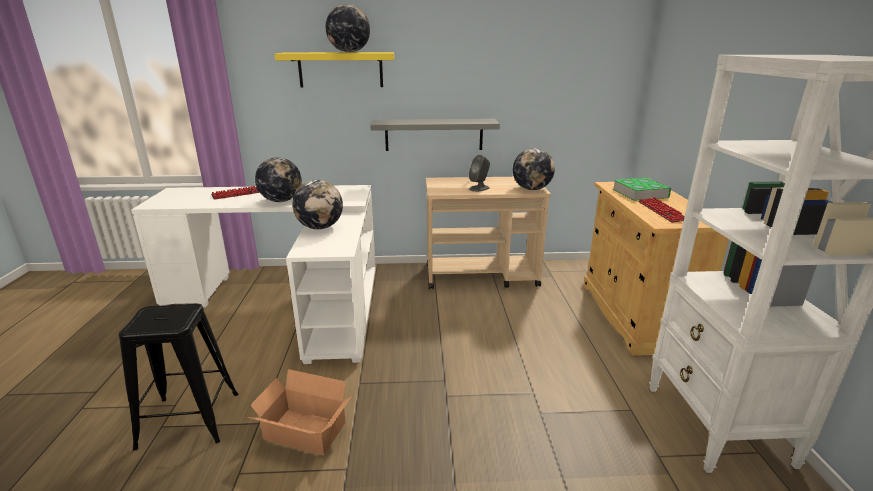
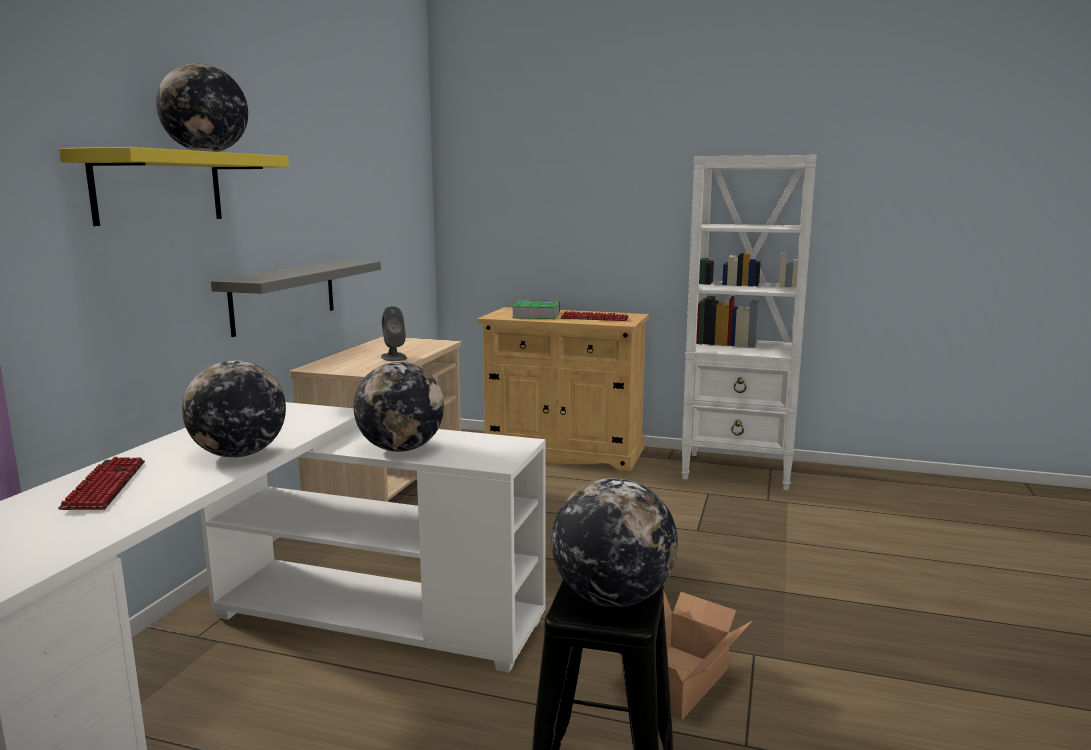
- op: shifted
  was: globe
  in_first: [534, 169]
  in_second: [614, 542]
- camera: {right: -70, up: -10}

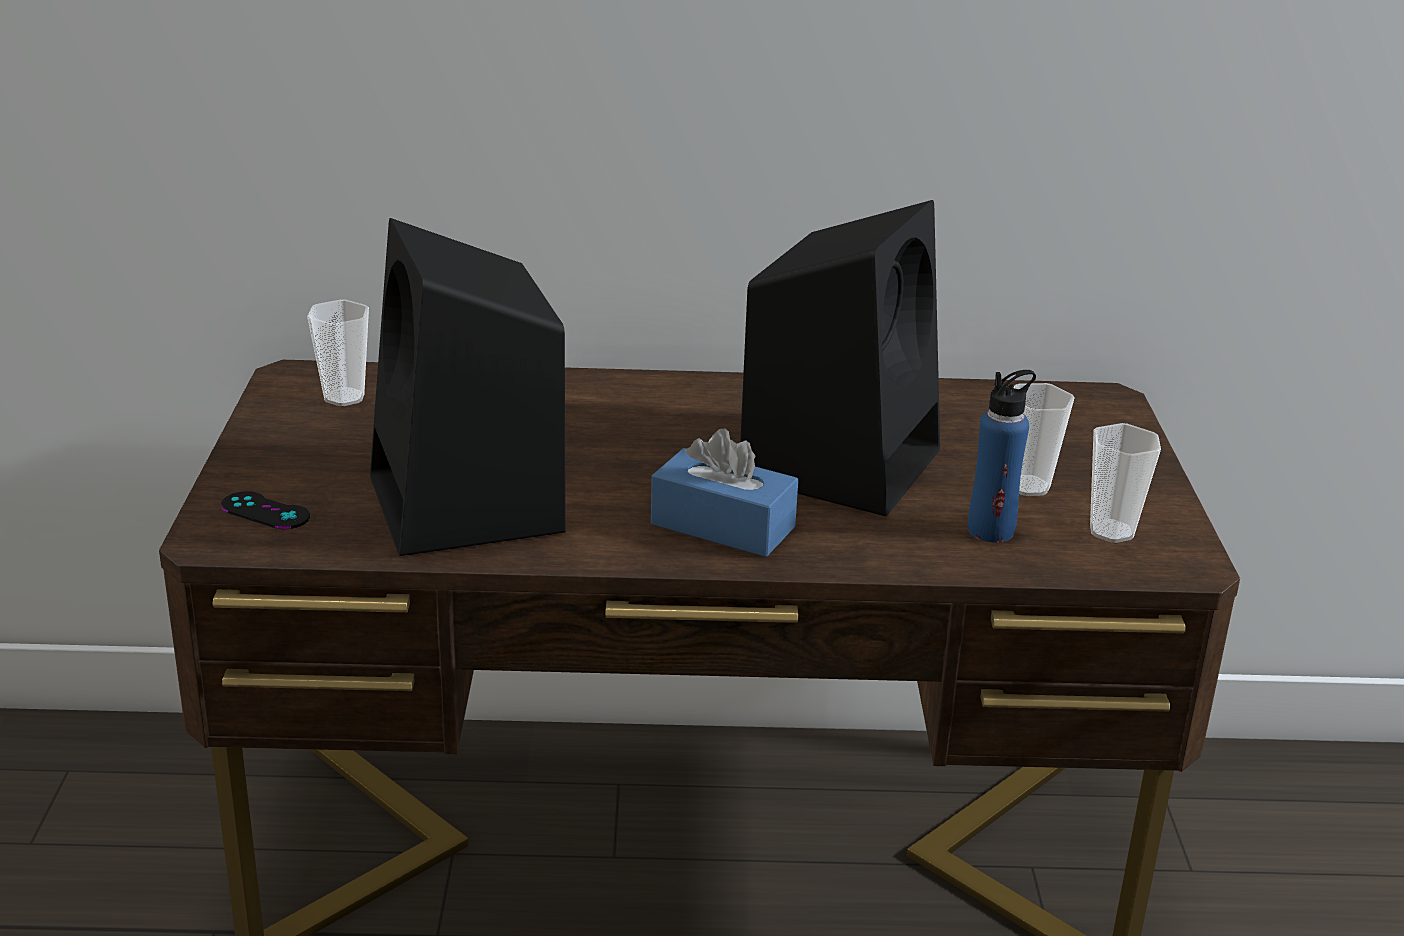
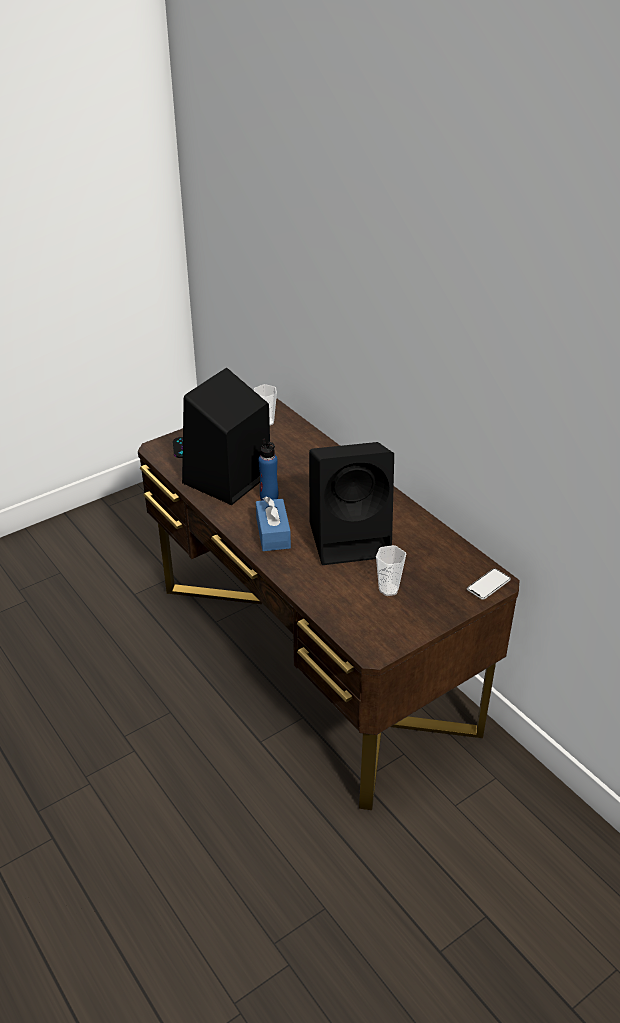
- op: shifted
  was: bottle in blue
  in_first: [1002, 456]
  in_second: [268, 470]
- op: gone
  was: cup
  in_first: [1125, 483]
- op: new
  now: phone
  in_second: [489, 584]
- camera: {right: 55, up: 10}

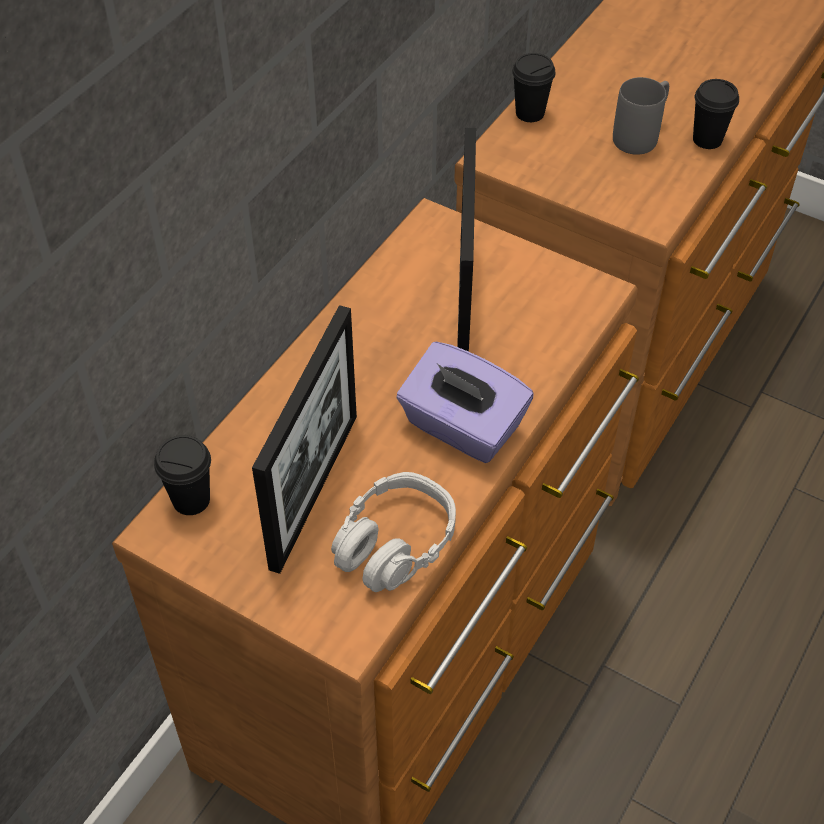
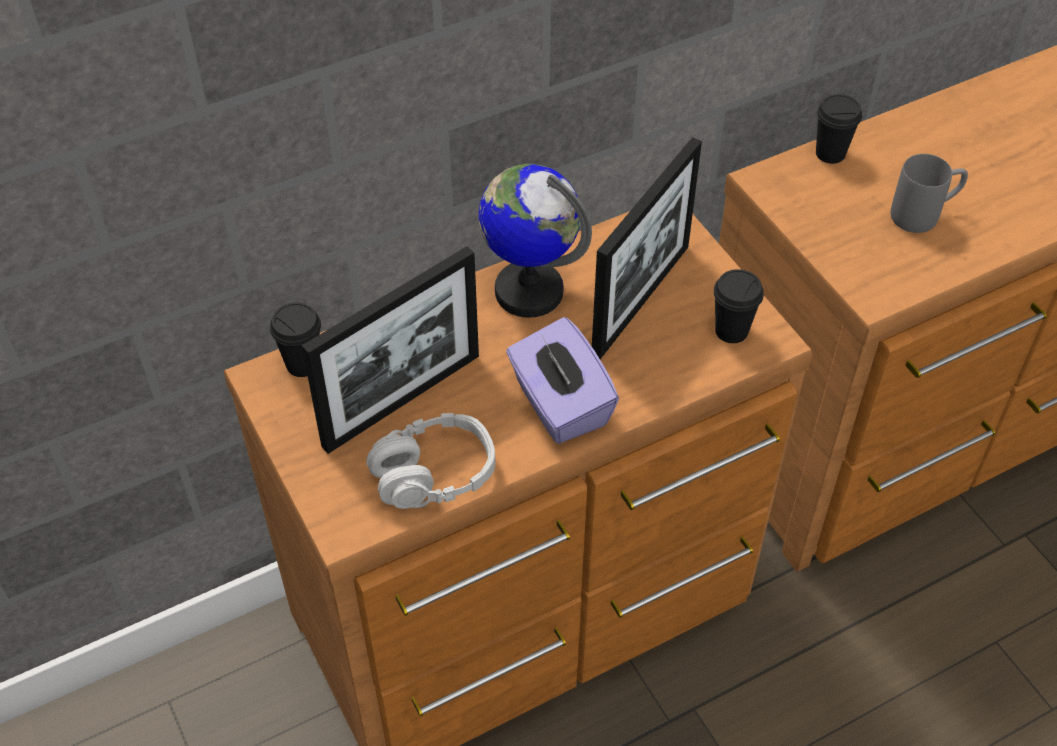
- op: shifted
  was: cup in black
  in_first: [716, 114]
  in_second: [738, 306]
- op: new
  now: globe
  in_second: [535, 241]
- camera: {right: 30, up: 0}

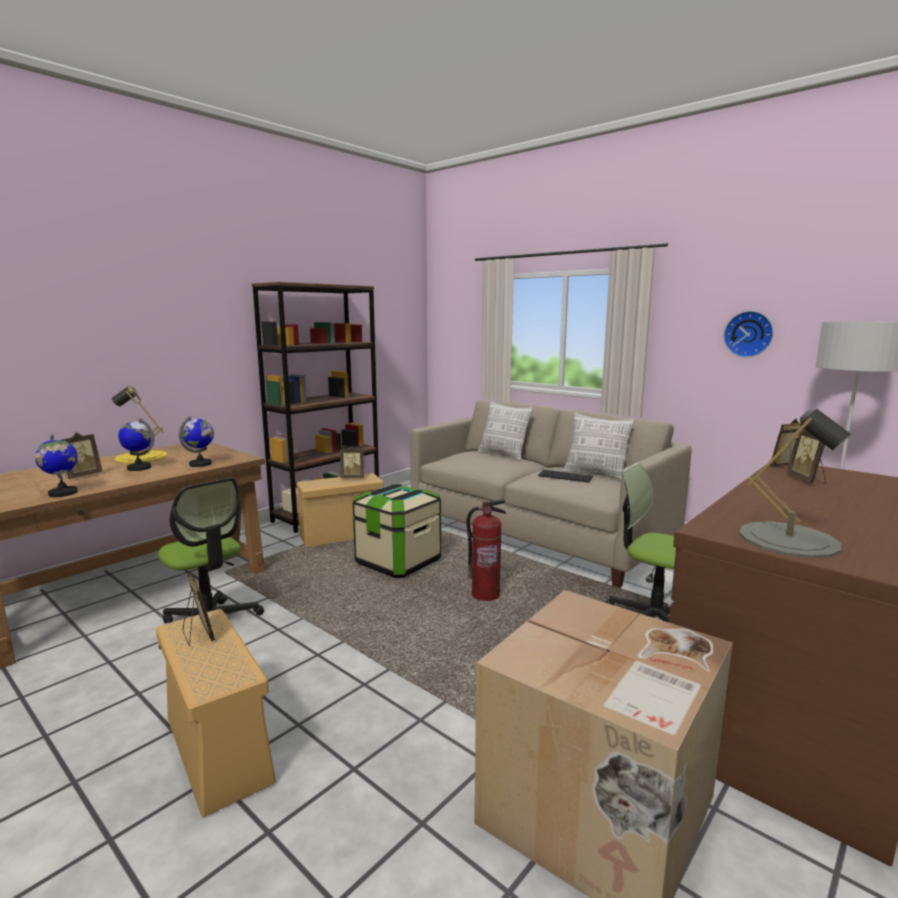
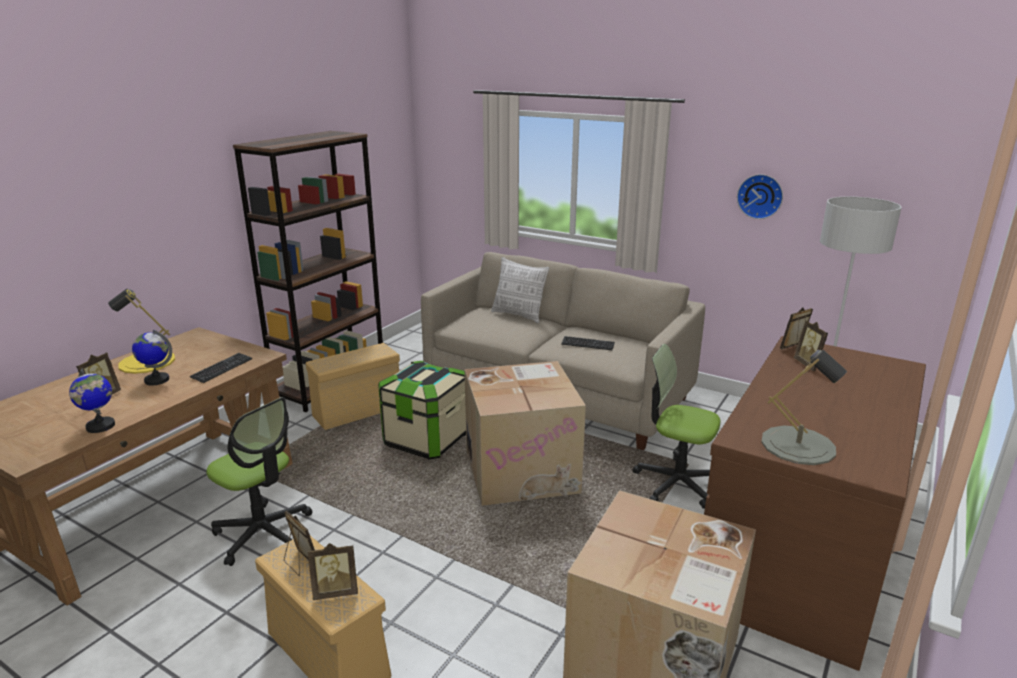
- op: gone
  was: pillow
  in_first: [598, 446]
- op: swapped
  was: globe
  now: keyboard
  in_first: [196, 441]
  in_second: [221, 368]
- op: shifted
  was: picture frame
  in_first: [352, 462]
  in_second: [333, 571]
- op: swapped
  was: fire extinguisher
  now: cardboard box
  in_first: [486, 550]
  in_second: [525, 433]
- camera: {right: -10, up: 10}

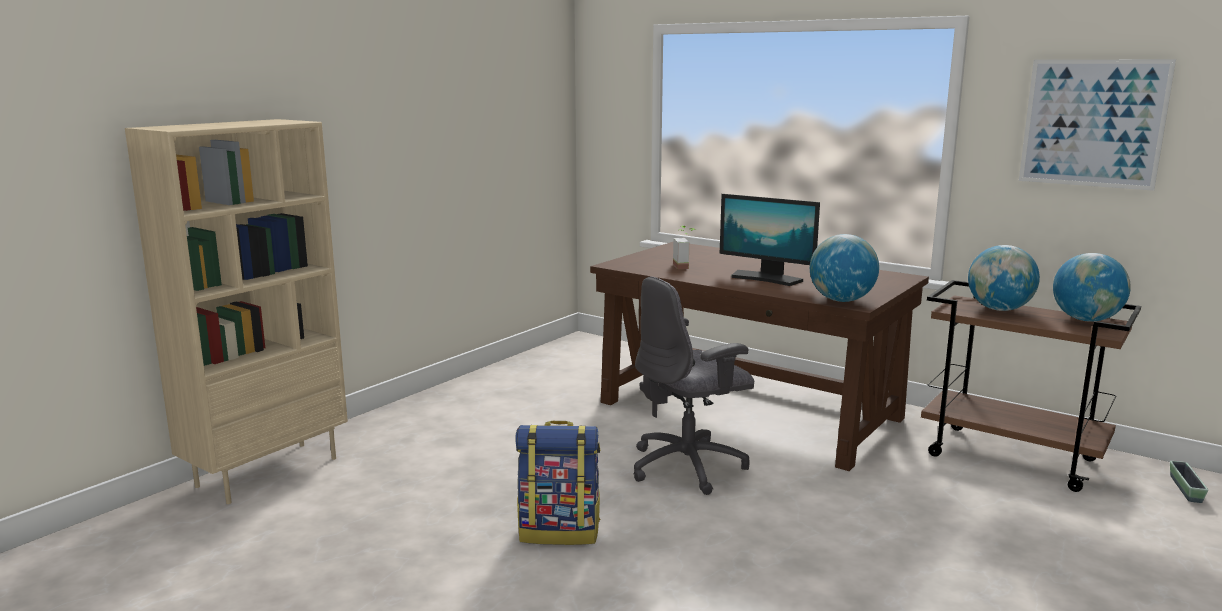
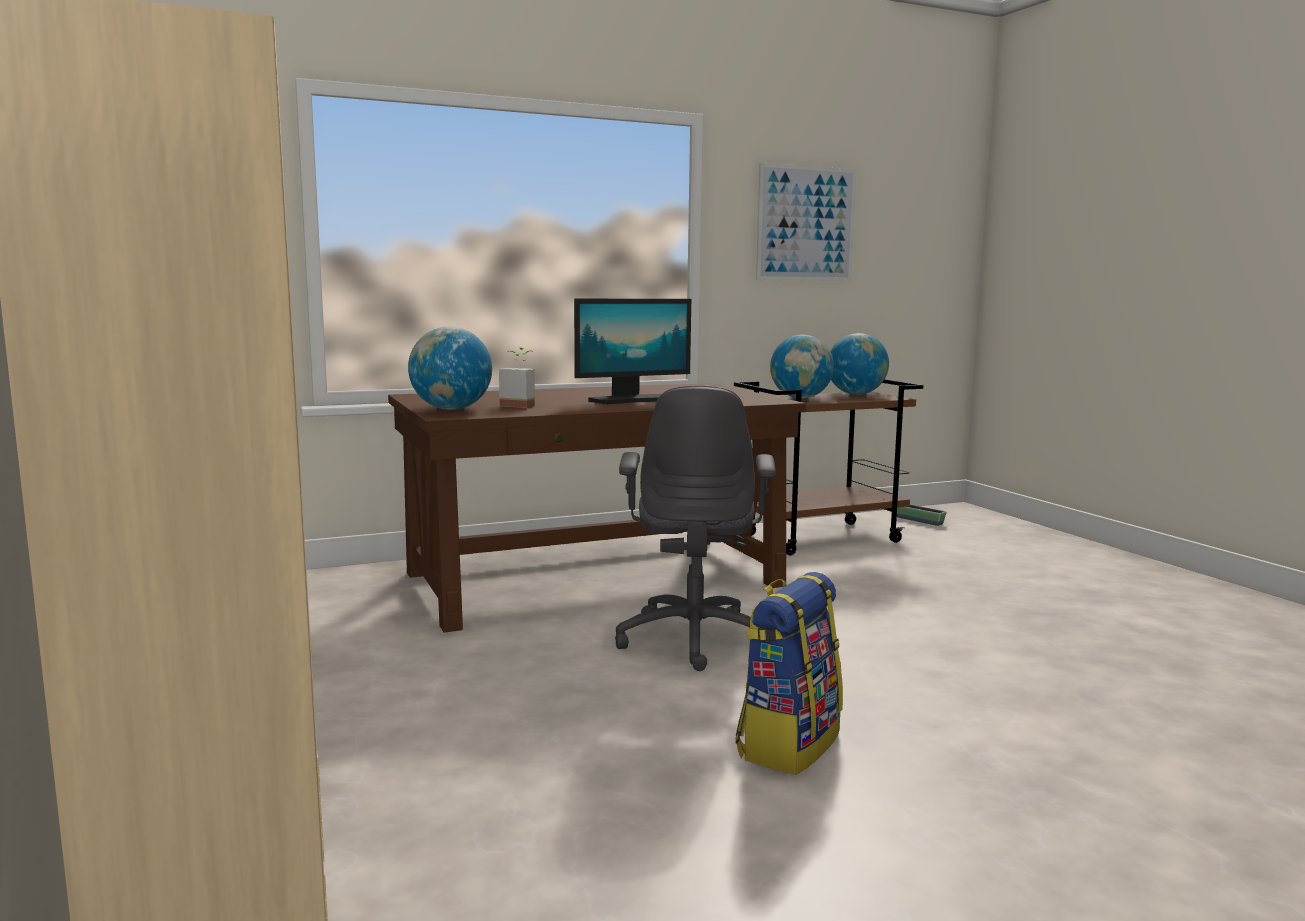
- op: shifted
  was: globe
  in_first: [844, 268]
  in_second: [450, 368]
- camera: {right: -60, up: -5}

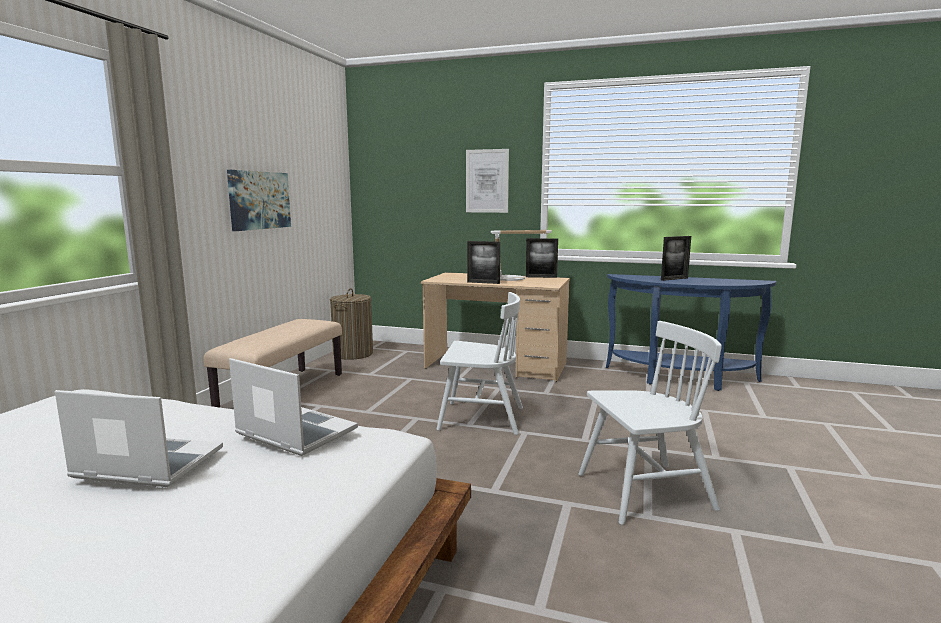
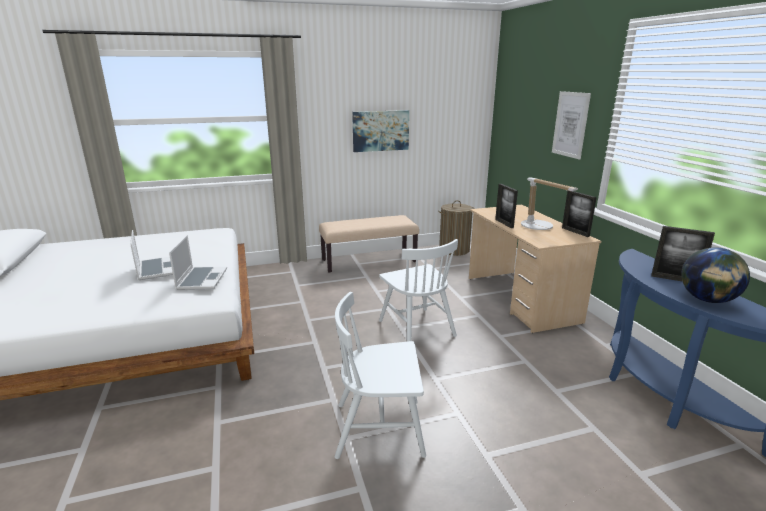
- op: rotated
  was: chair in white
  in_first: [650, 423]
  in_second: [380, 375]
  clockwise: 135
- op: new
  now: globe
  in_second: [715, 275]
- camera: {right: 55, up: 10}

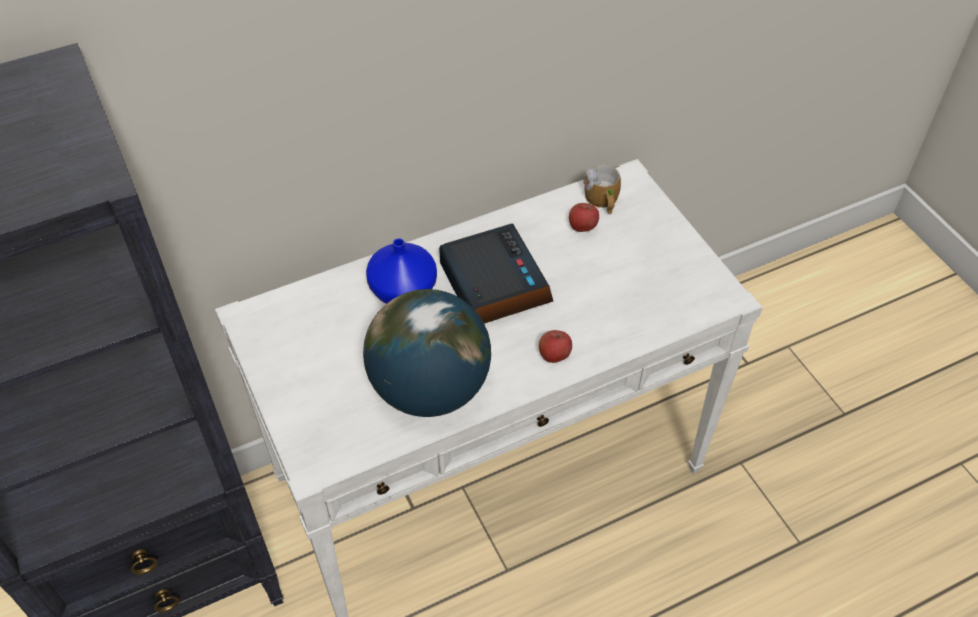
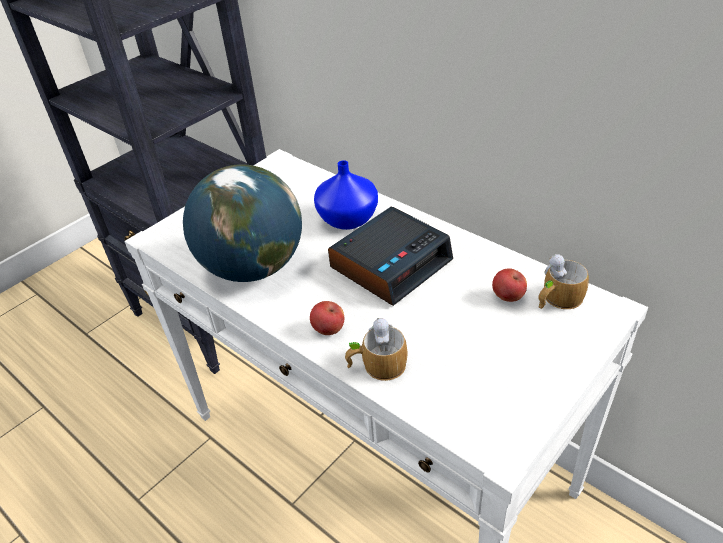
- op: new
  now: mug
  in_second: [376, 349]
- camera: {right: 70, up: -10}

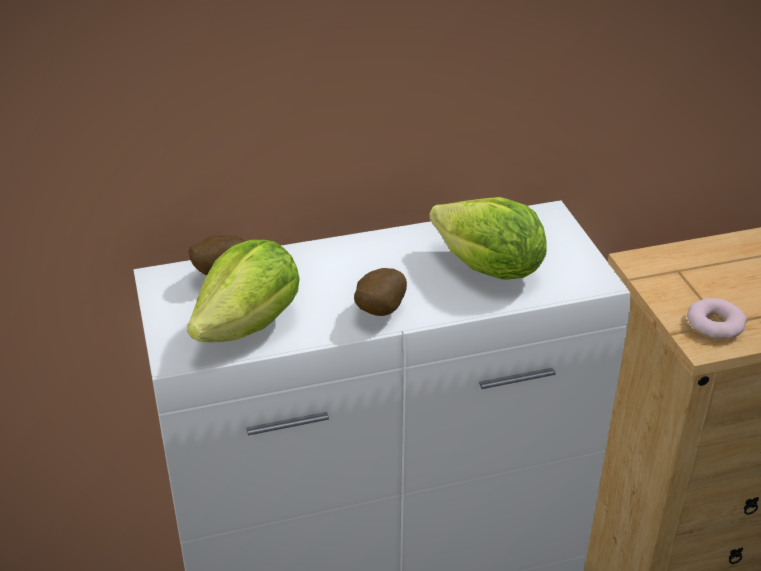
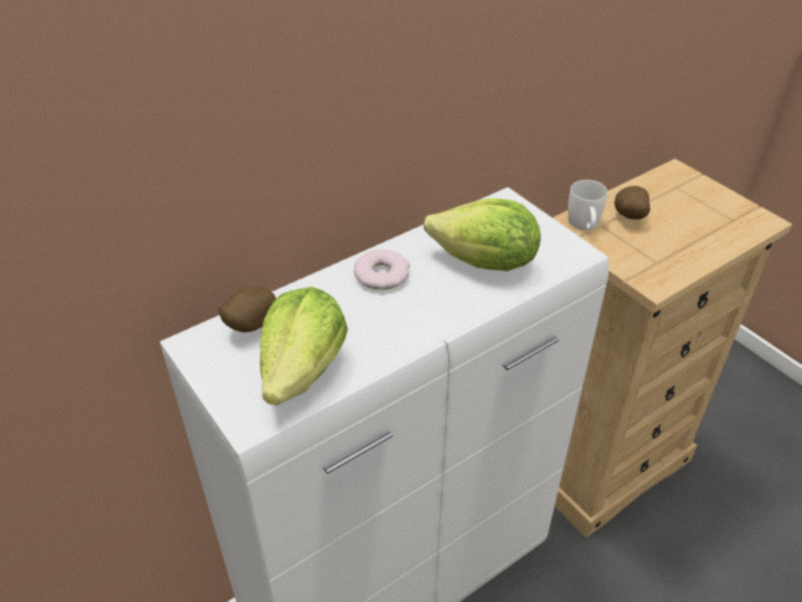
- op: shifted
  was: potato
  in_first: [380, 292]
  in_second: [632, 203]
- op: shifted
  was: donut
  in_first: [717, 318]
  in_second: [382, 269]
- op: new
  now: mug in white
  in_second: [588, 205]
- camera: {right: -20, up: 5}

